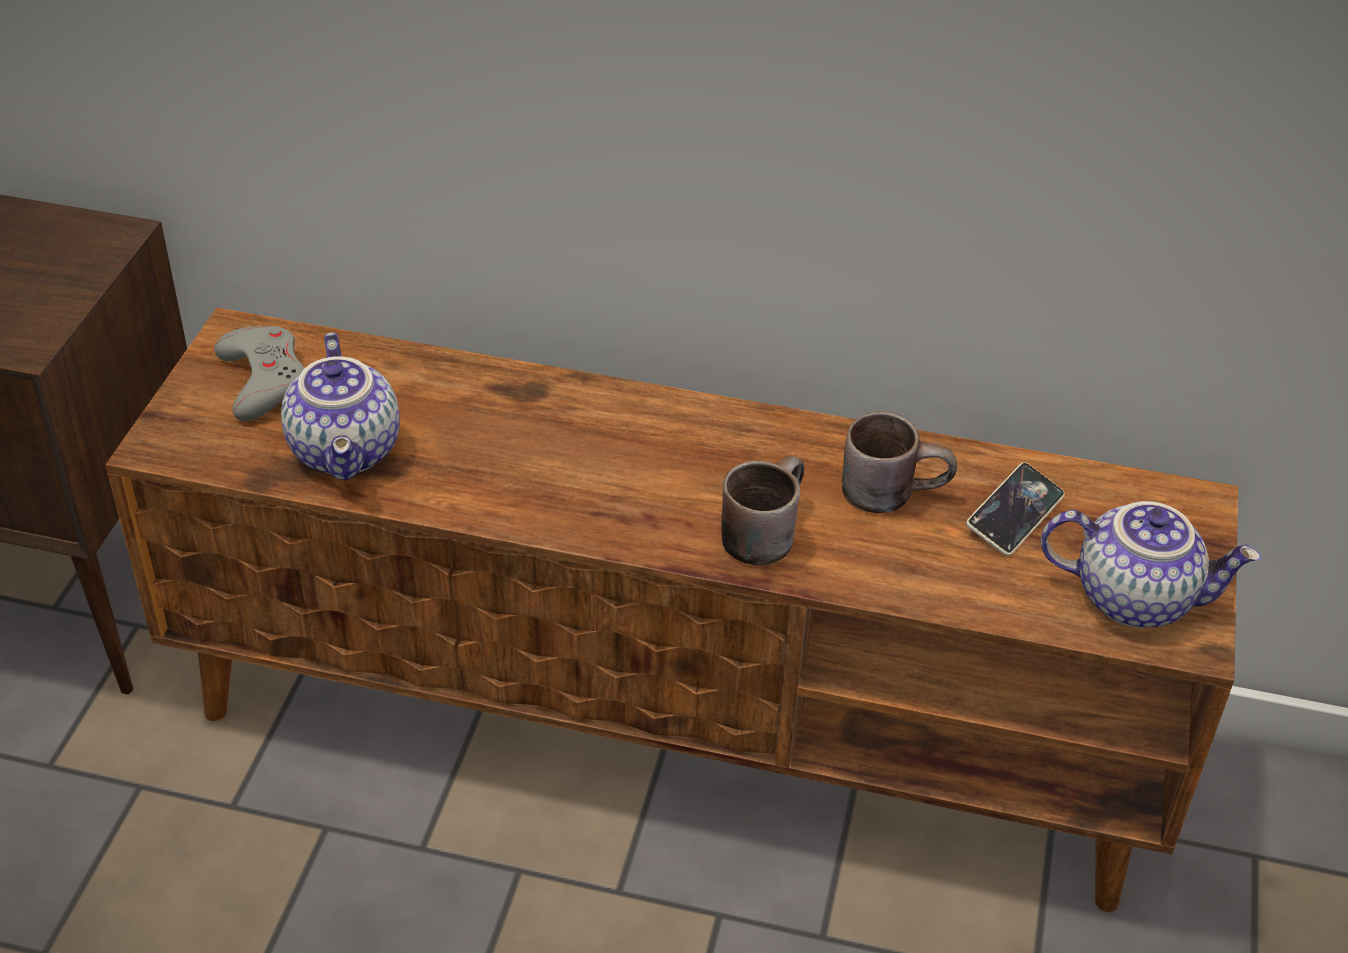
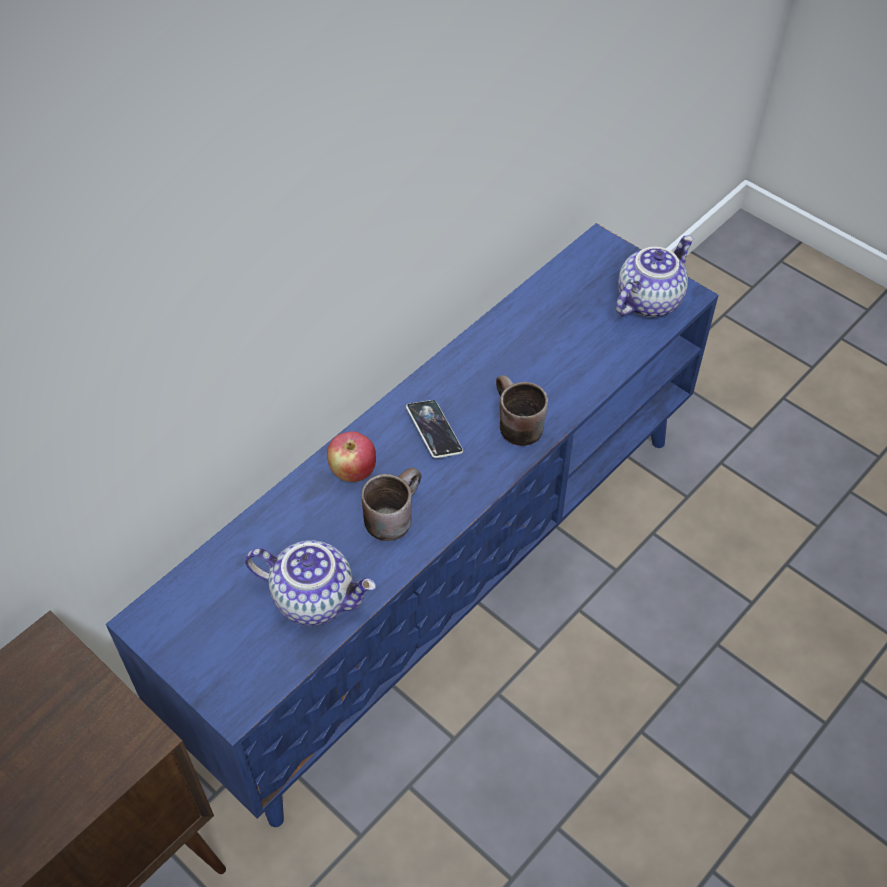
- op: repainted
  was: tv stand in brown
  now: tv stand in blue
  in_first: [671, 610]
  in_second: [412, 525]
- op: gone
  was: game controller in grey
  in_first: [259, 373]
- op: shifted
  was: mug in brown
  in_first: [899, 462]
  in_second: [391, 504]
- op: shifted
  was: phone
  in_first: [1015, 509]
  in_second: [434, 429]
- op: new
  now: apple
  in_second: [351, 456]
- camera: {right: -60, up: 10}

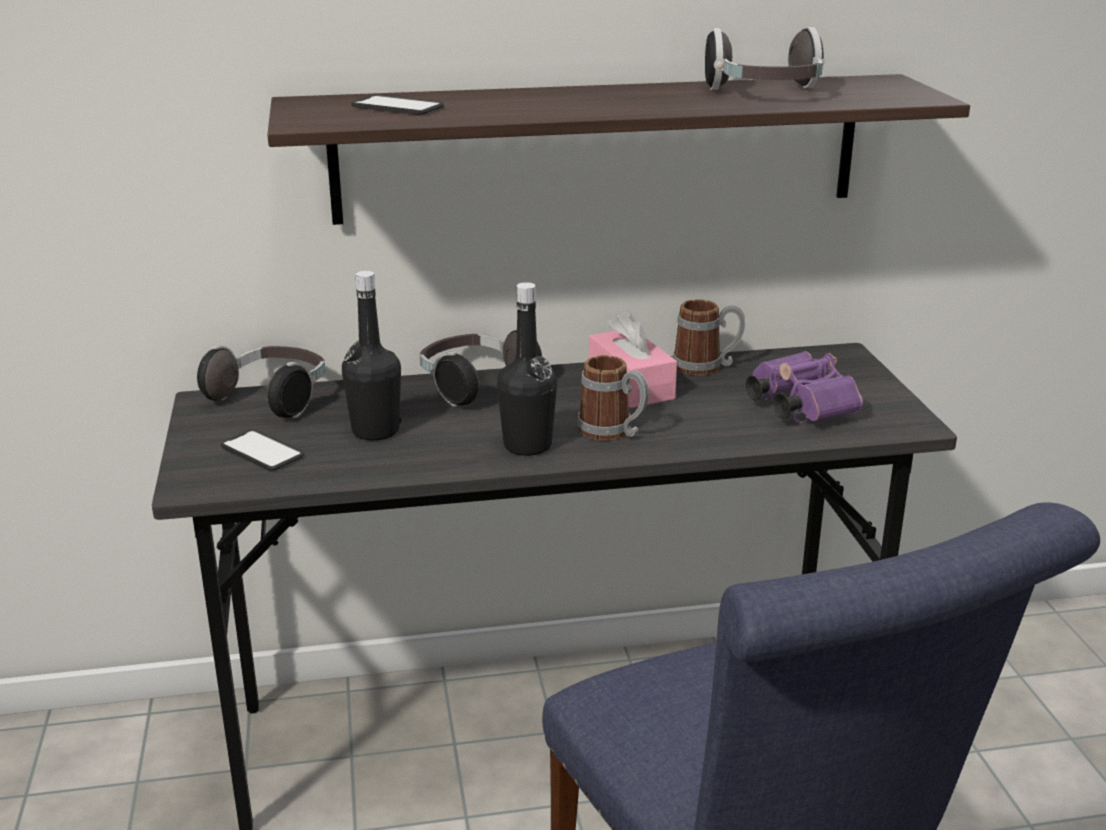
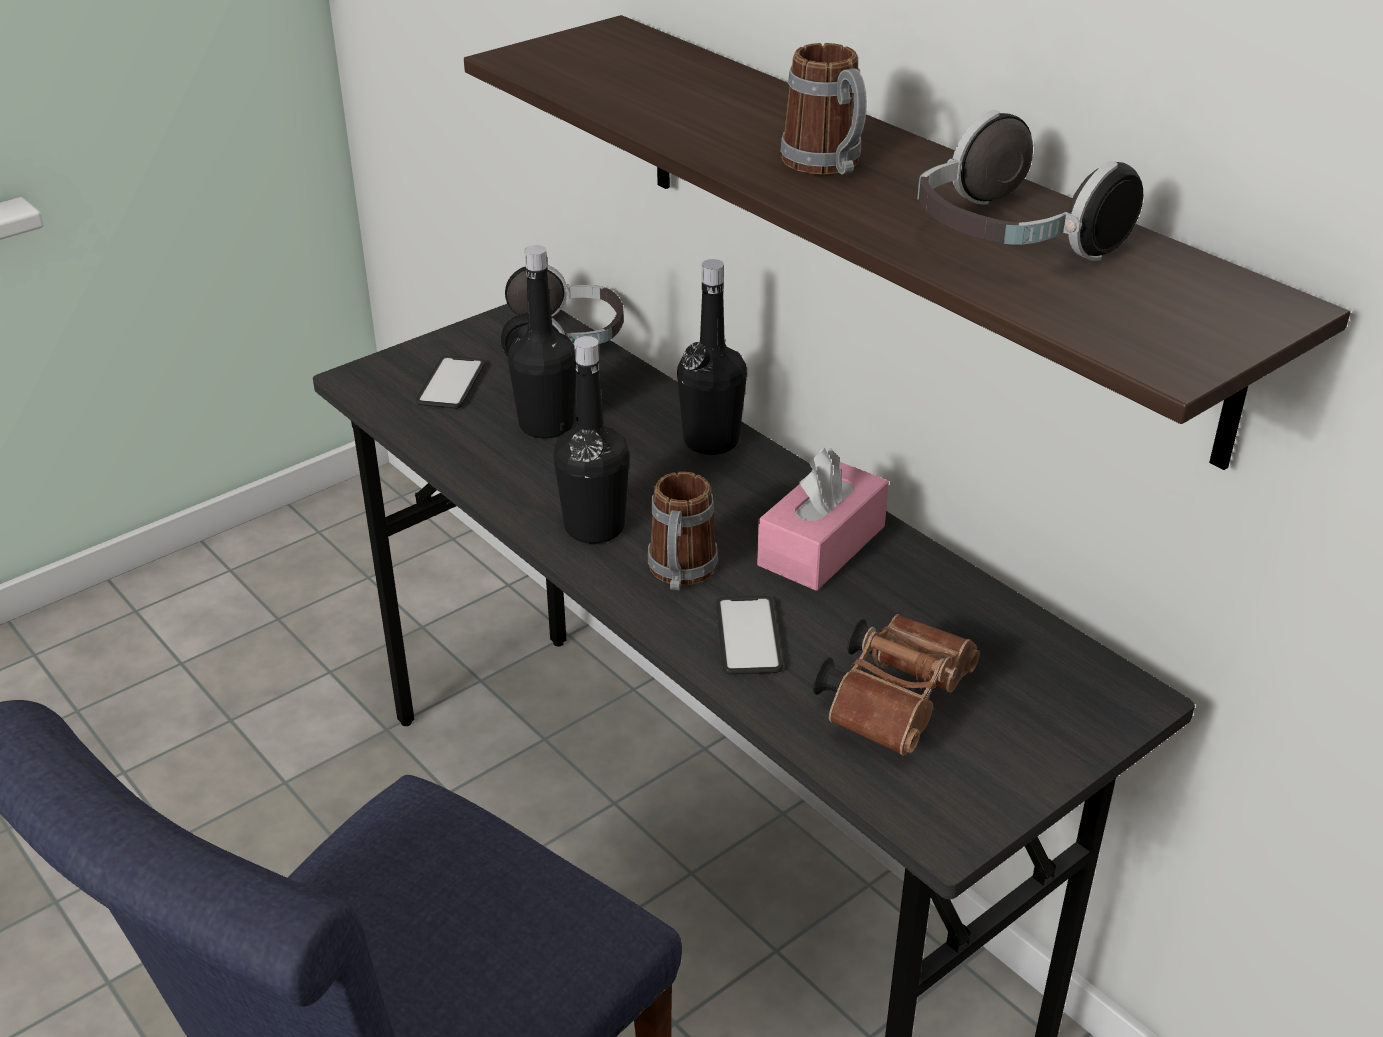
- op: shifted
  was: phone
  in_first: [397, 105]
  in_second: [749, 635]
- op: shifted
  was: mug
  in_first: [709, 337]
  in_second: [823, 109]
- op: swapped
  was: headphones
  now: bottle in black
  in_first: [481, 367]
  in_second: [712, 357]
- op: repainted
  was: binoculars in purple
  now: binoculars in brown
  in_first: [804, 387]
  in_second: [896, 685]
- camera: {right: 60, up: 10}

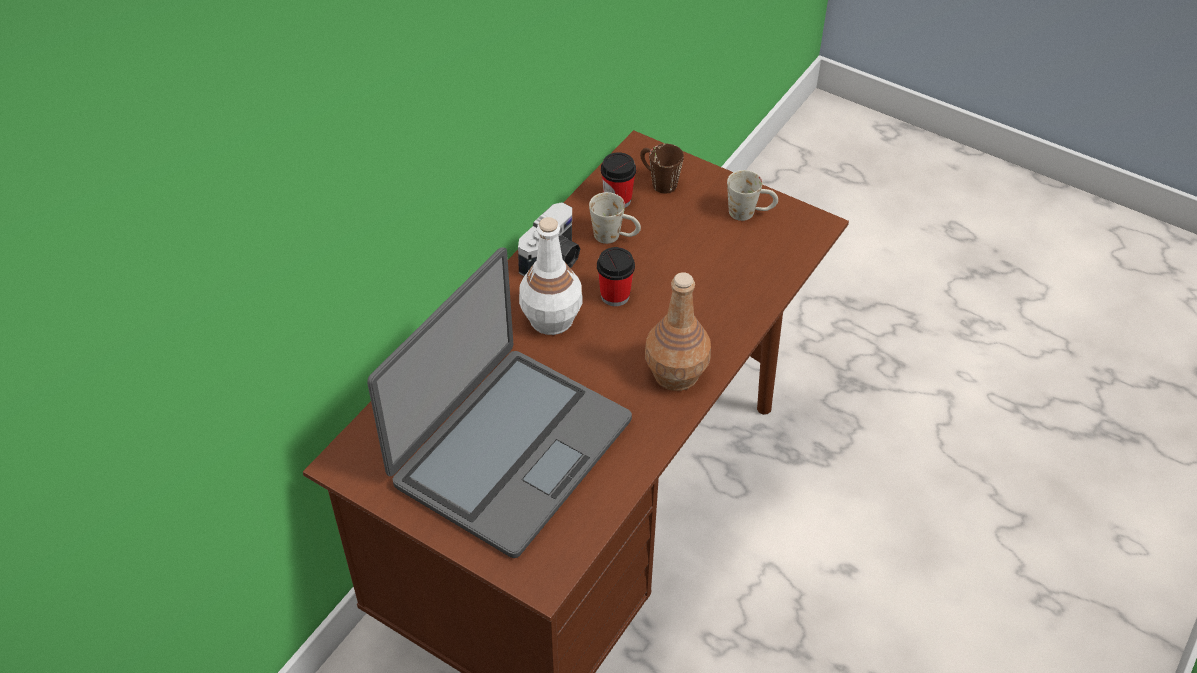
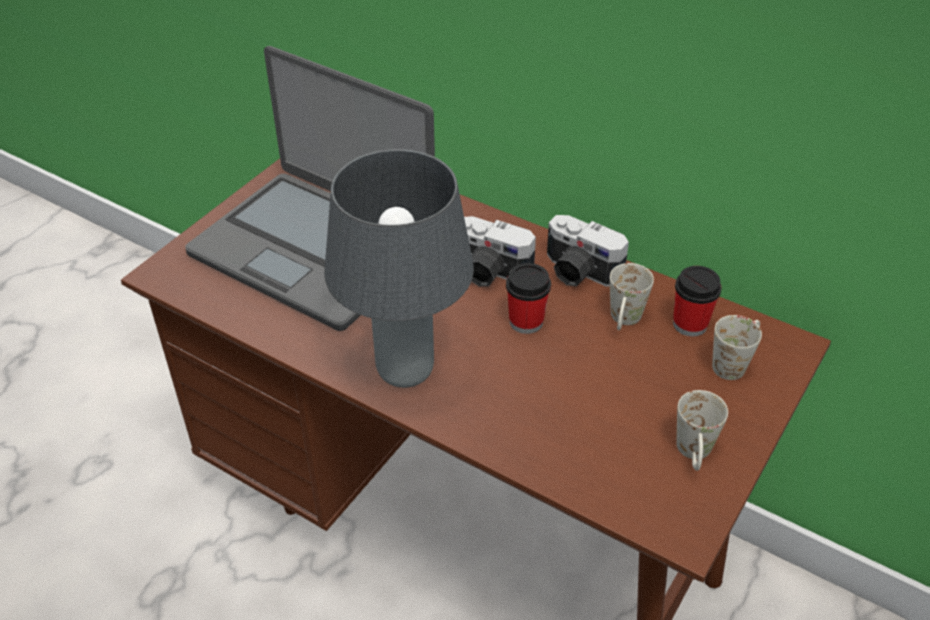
- op: repainted
  was: mug in brown
  now: mug in white
  in_first: [662, 169]
  in_second: [737, 347]
- op: swapped
  was: bottle in white
  now: photo camera
  in_first: [550, 276]
  in_second: [500, 251]
- op: swapped
  was: bottle in brown
  now: table lamp in grey
  in_first: [678, 331]
  in_second: [399, 268]
- camera: {right: 90, up: -5}

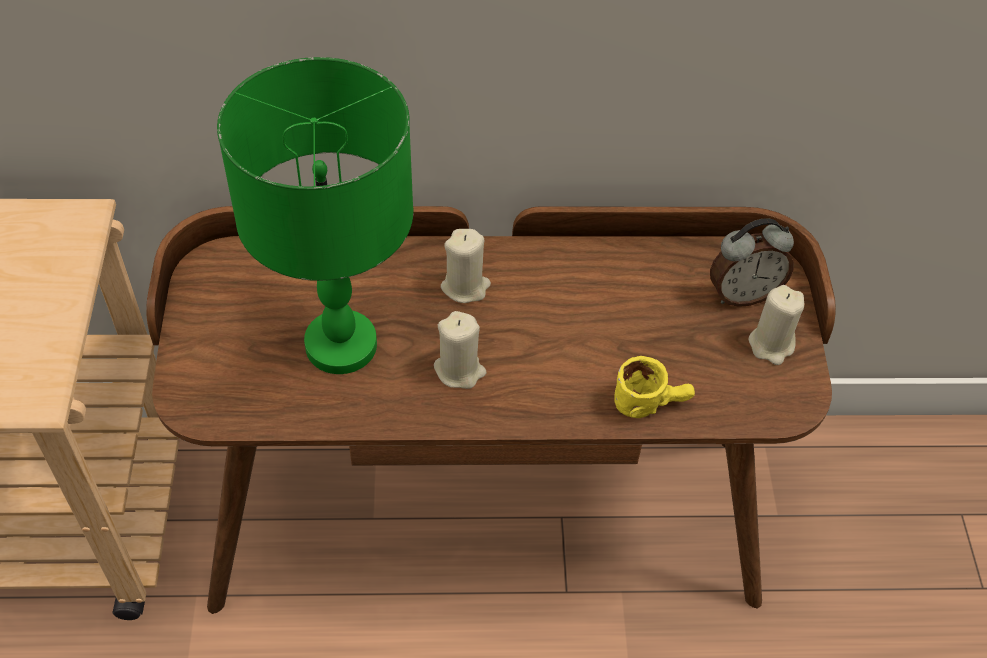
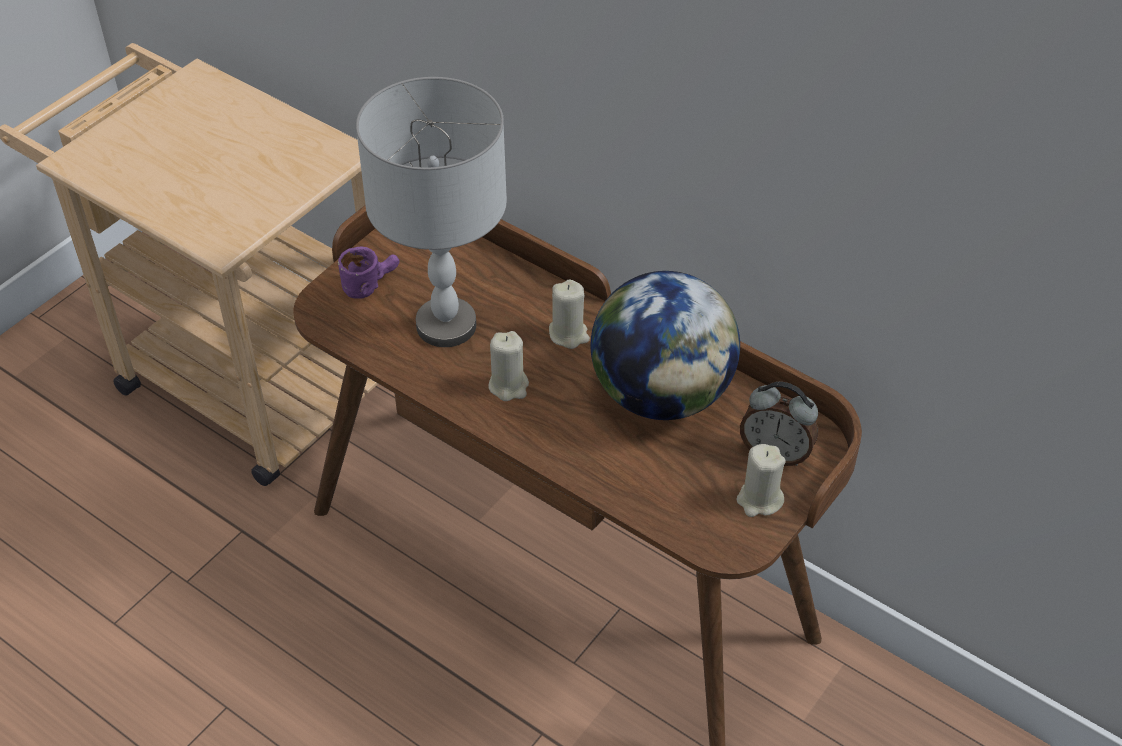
- op: repainted
  was: table lamp in green
  now: table lamp in grey
  in_first: [315, 215]
  in_second: [431, 212]
- op: gone
  was: mug in yellow
  in_first: [654, 387]
- op: new
  now: mug in purple
  in_second: [369, 272]
- op: new
  now: globe
  in_second: [665, 345]
- camera: {right: 40, up: -5}

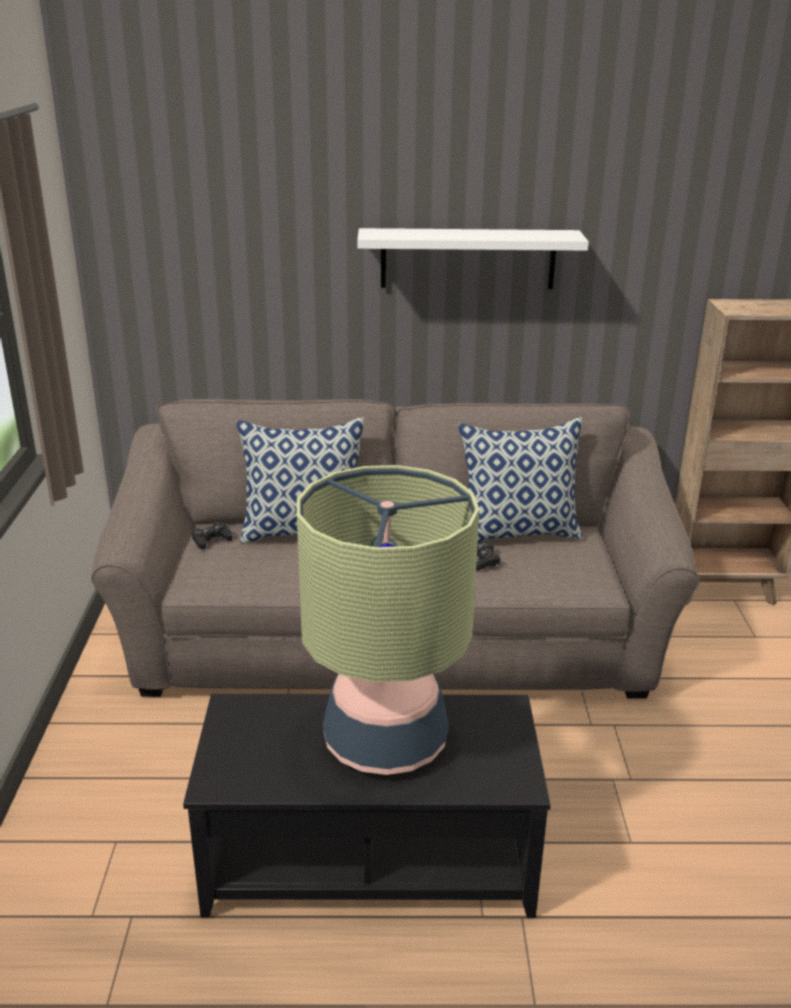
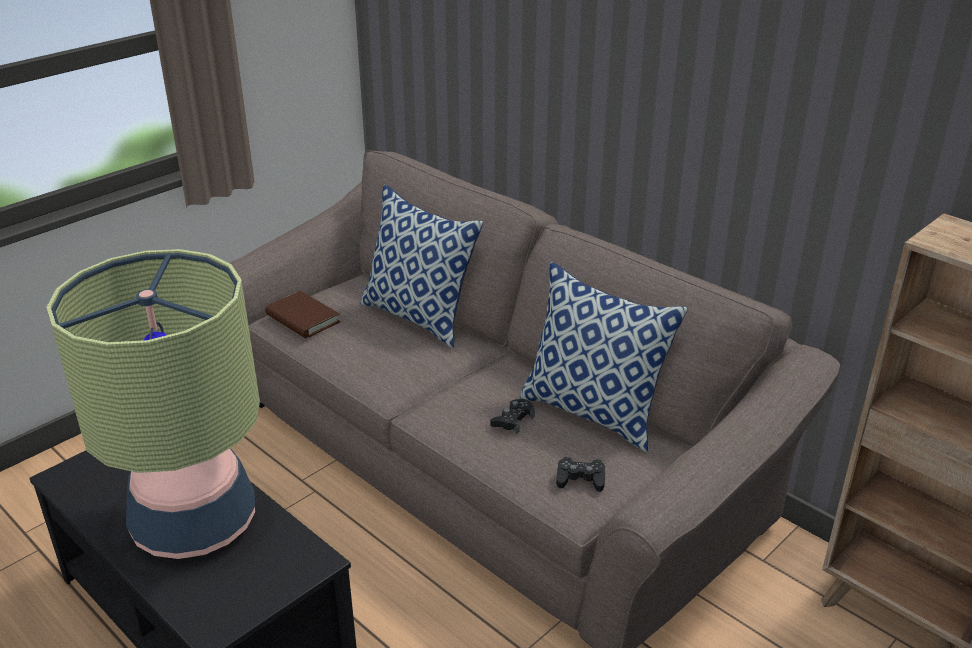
- op: gone
  was: shelf in white
  in_first: [473, 258]
- op: shifted
  was: game controller in black
  in_first: [212, 536]
  in_second: [580, 474]
- op: new
  now: book in brown
  in_second: [302, 315]
- camera: {right: 45, up: 5}

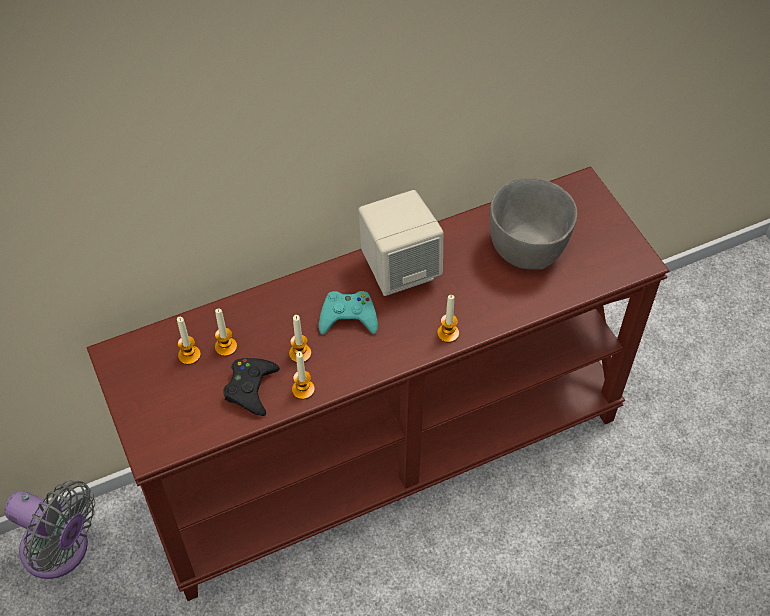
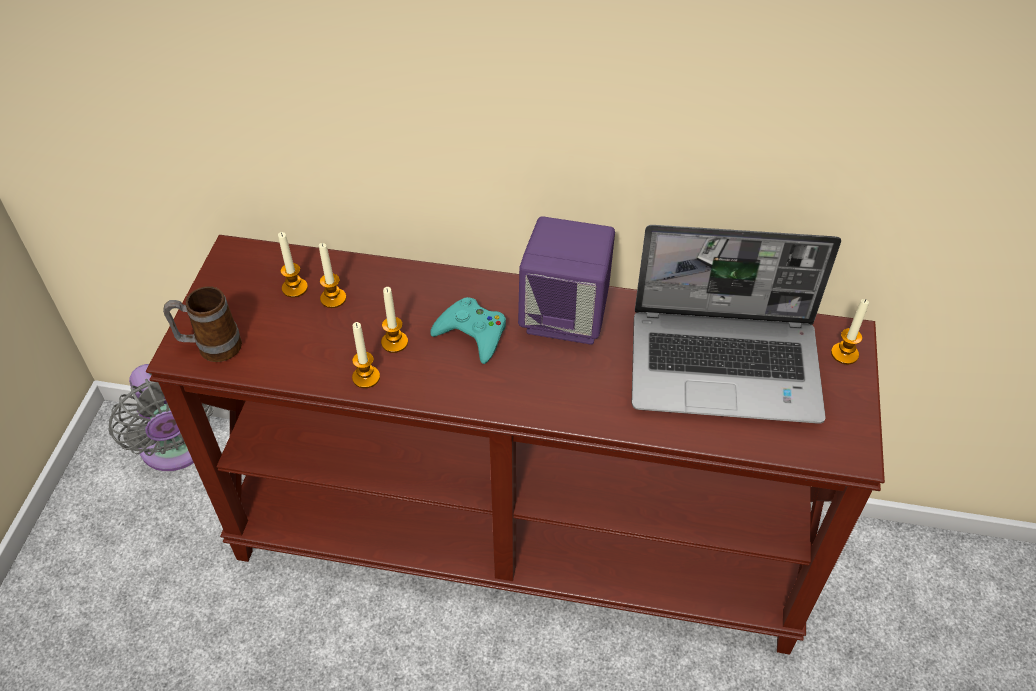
- op: swapped
  was: bowl in grey
  now: laptop
  in_first: [533, 224]
  in_second: [736, 324]
- op: repainted
  was: speaker in beige
  now: speaker in purple
  in_first: [400, 243]
  in_second: [566, 280]
- op: shifted
  was: candle
  in_first: [448, 319]
  in_second: [850, 331]
- op: gone
  was: game controller in black
  in_first: [251, 387]
- op: new
  now: mug
  in_second: [202, 324]
- camera: {right: 35, up: -5}

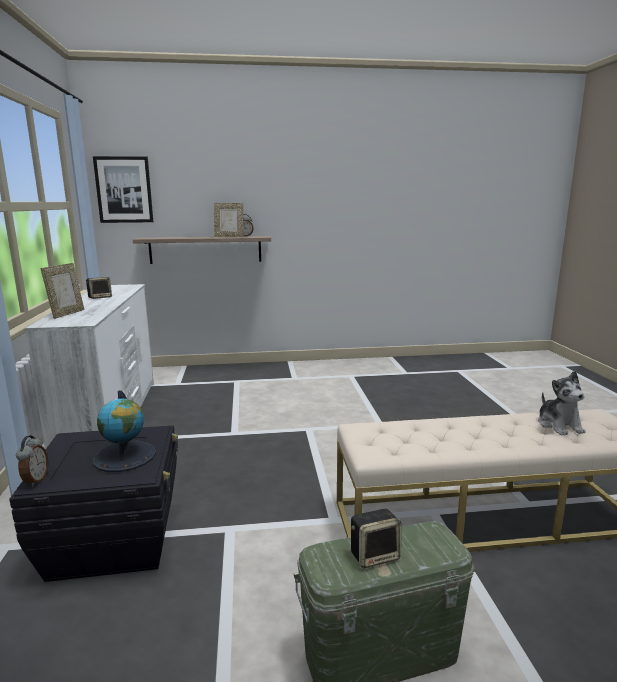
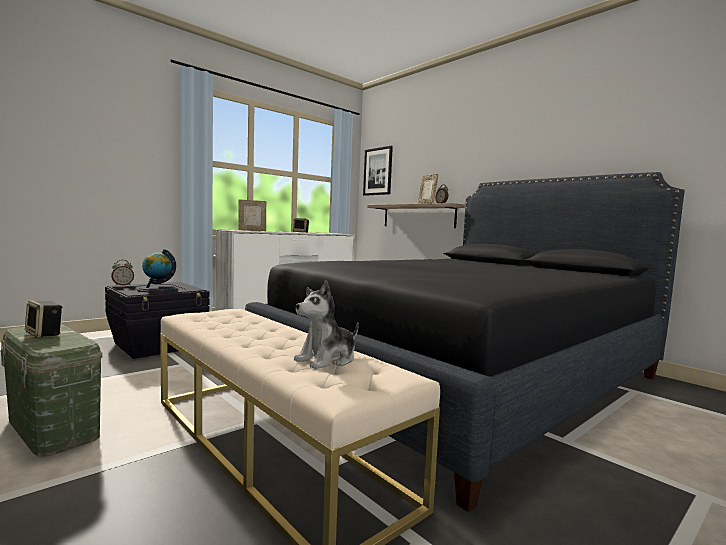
- op: new
  now: bed in black
  in_second: [464, 342]
- camera: {right: 55, up: -10}

